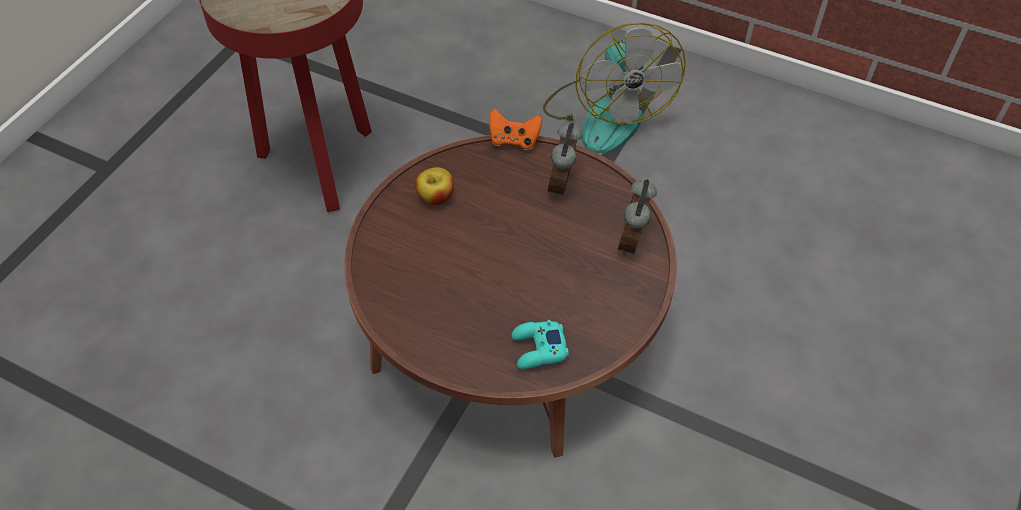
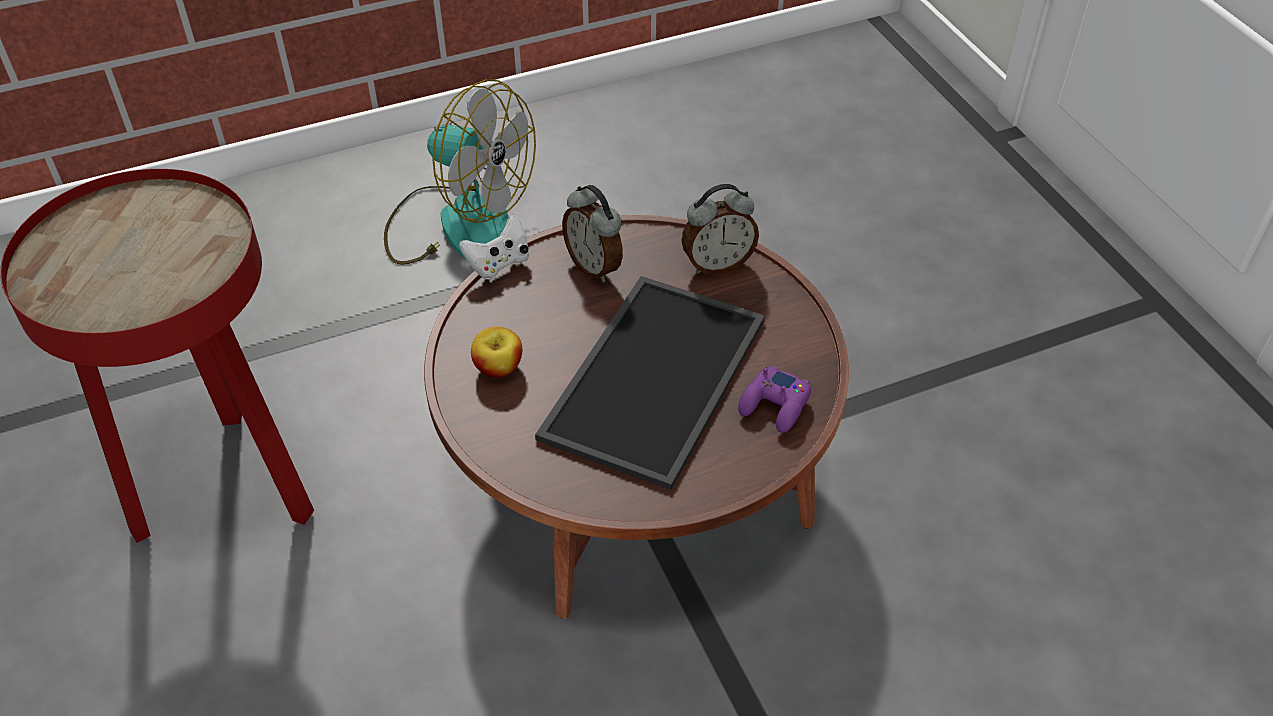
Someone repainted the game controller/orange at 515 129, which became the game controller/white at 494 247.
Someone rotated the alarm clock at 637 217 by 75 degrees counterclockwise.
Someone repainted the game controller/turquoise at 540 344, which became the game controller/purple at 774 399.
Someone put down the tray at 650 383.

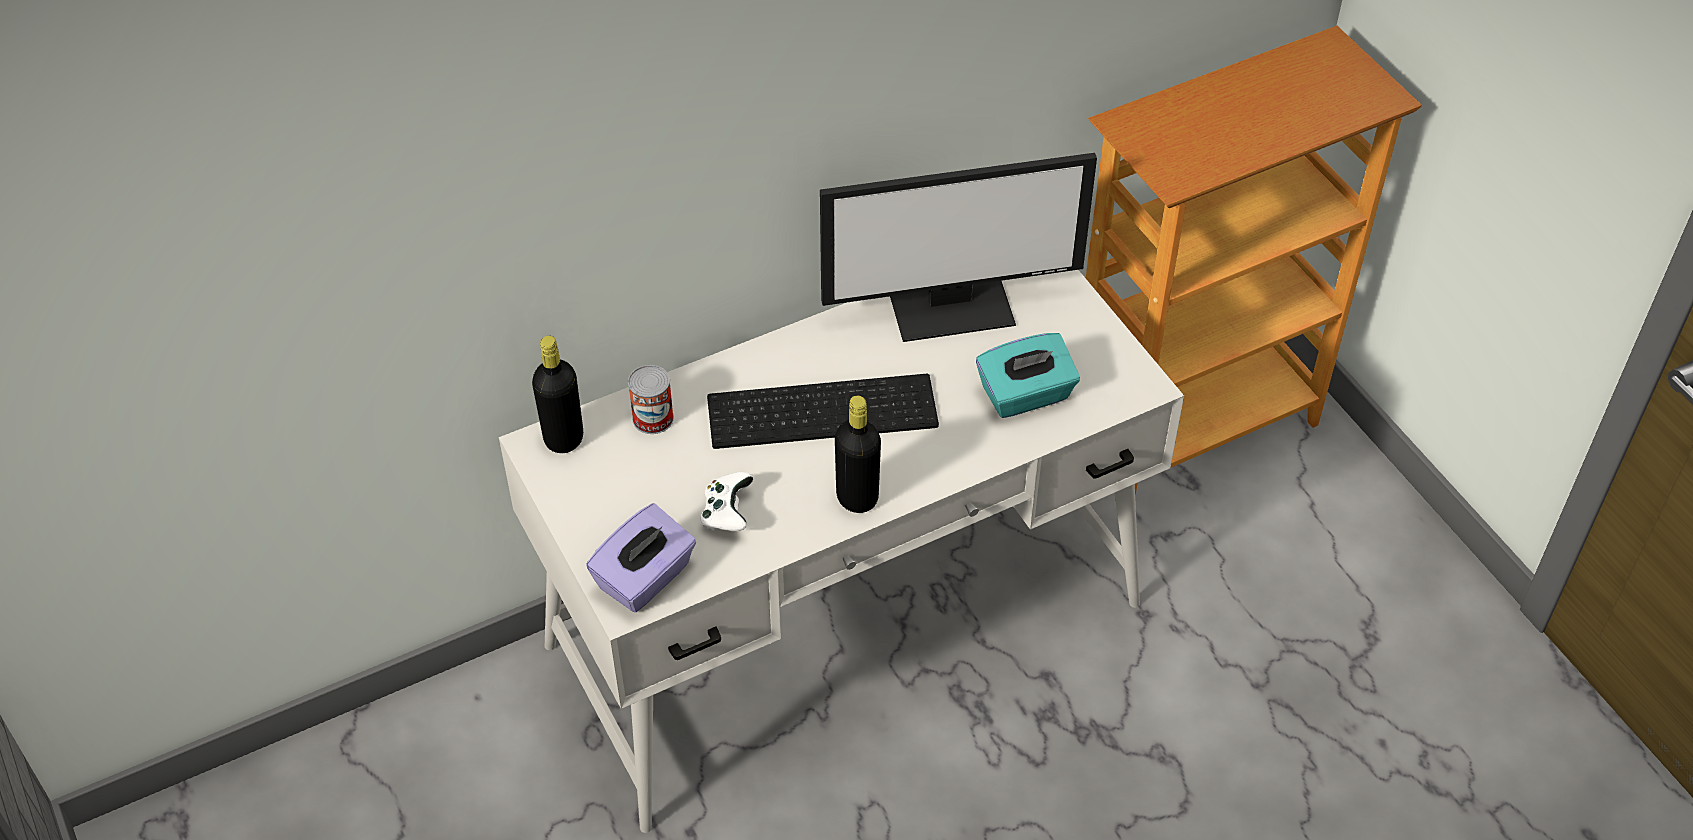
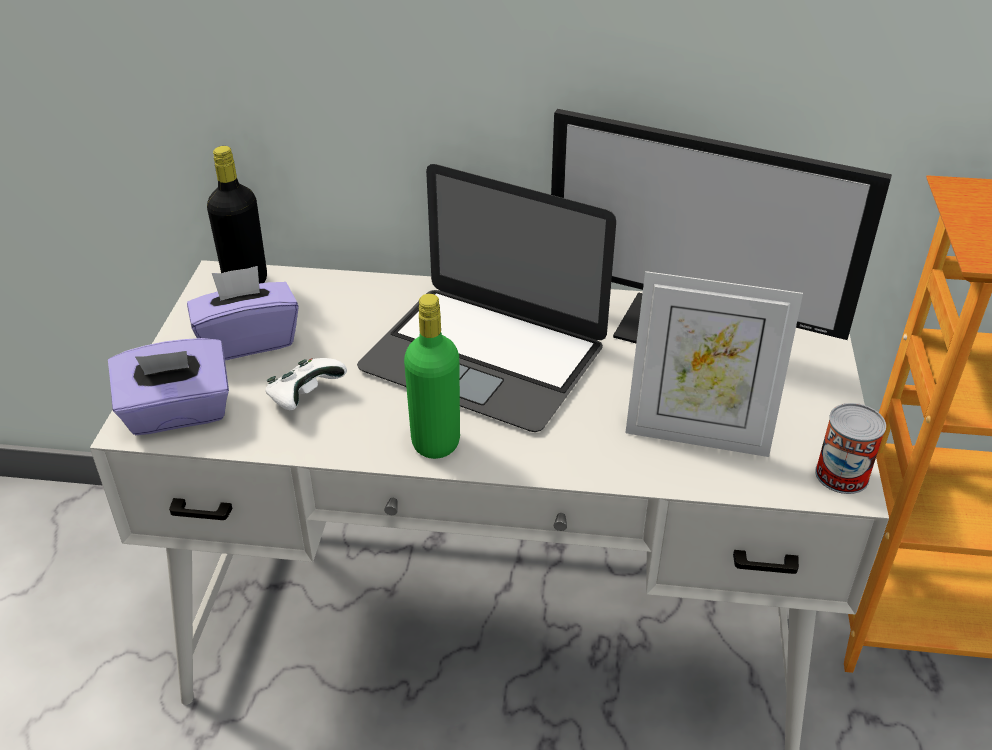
Someone swapped the tissue box/turquoise at 1028 375 for the picture frame at 714 364.
Someone carried the can from 651 399 to 850 448.
Someone swapped the keyboard at 823 411 for the laptop at 486 298.
Someone repainted the bottle/black at 858 454, which became the bottle/green at 432 376.
Someone put down the tissue box/purple at 243 313.

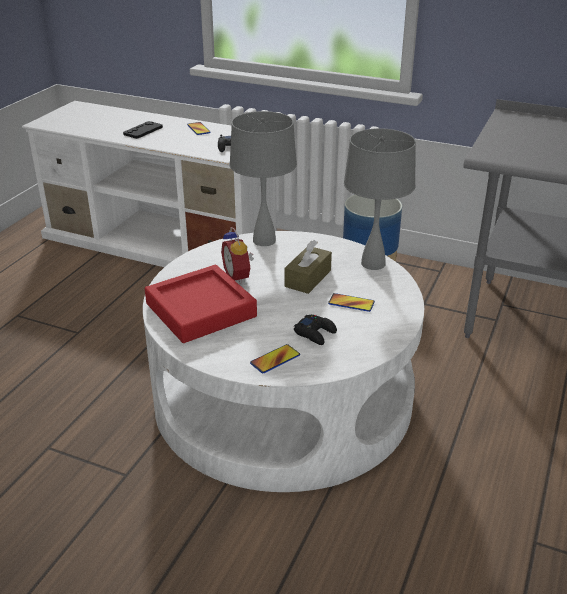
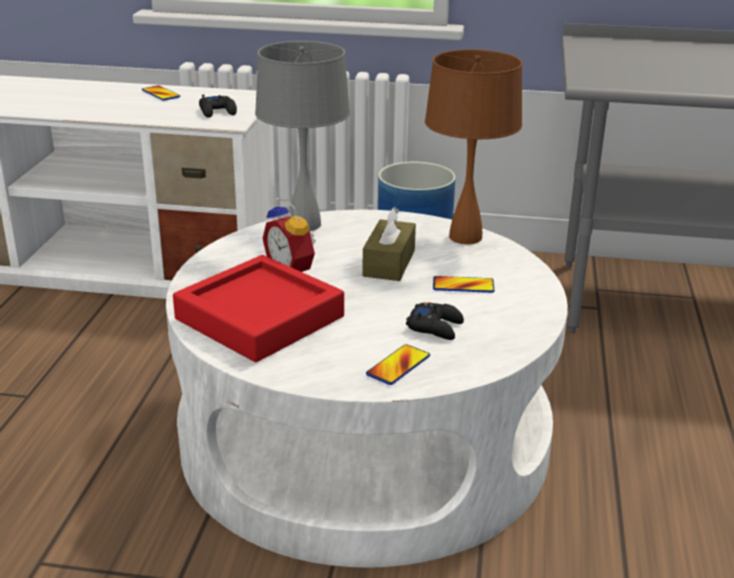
Someone took away the game controller/black at 143 130.
Someone repainted the table lamp/grey at 380 199, which became the table lamp/brown at 473 146.

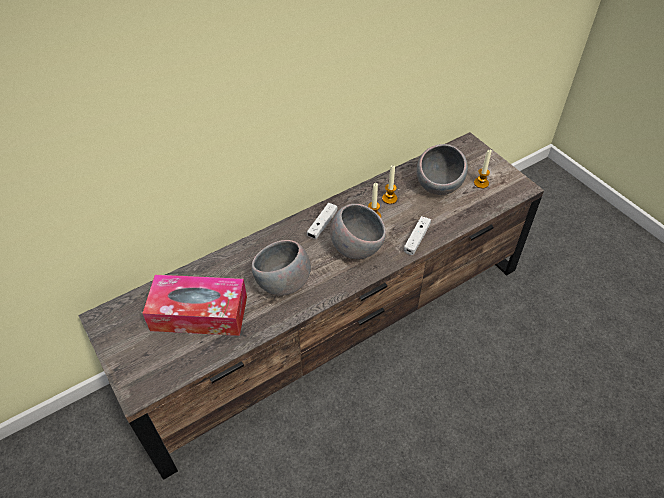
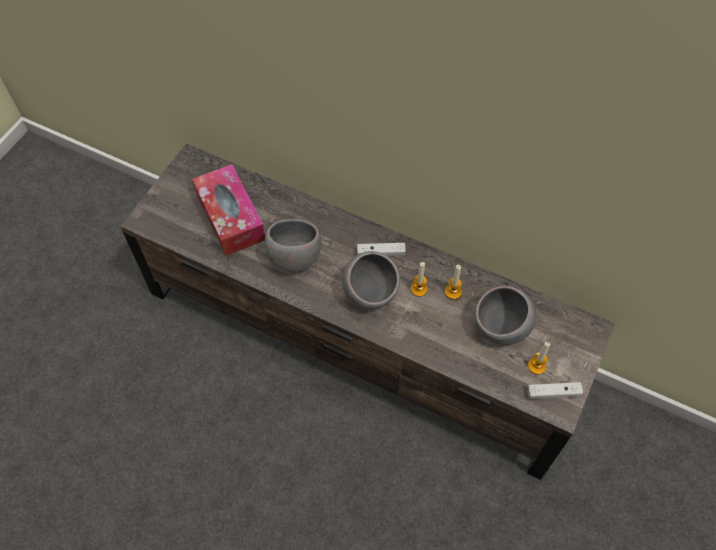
Someone carried the game controller/white from 417 235 to 555 390.

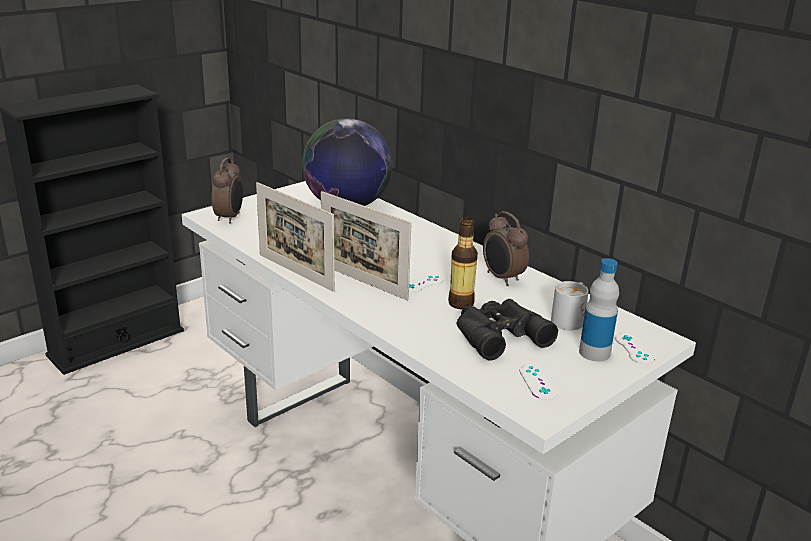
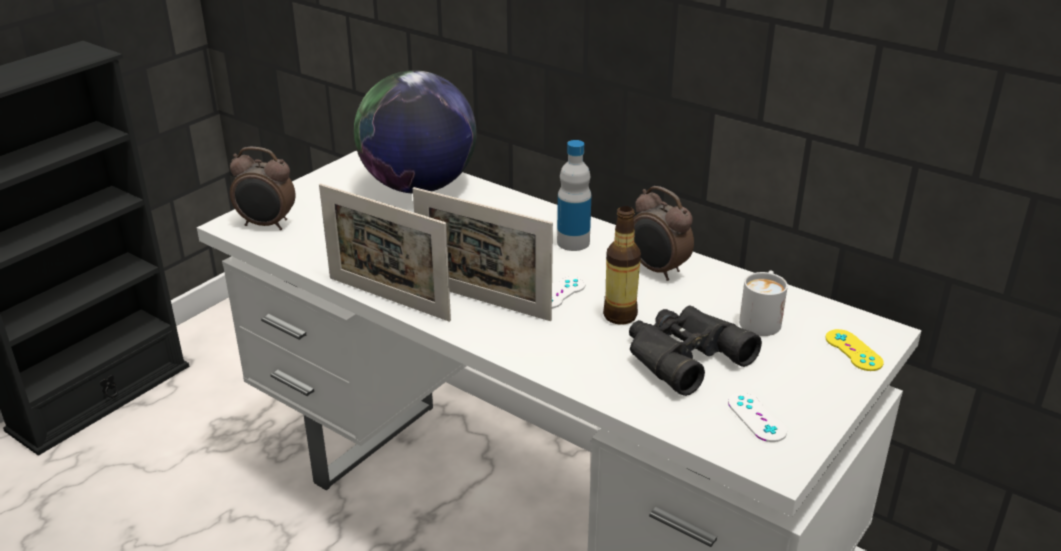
Someone rotated the alarm clock at 227 191 by 105 degrees clockwise.
Someone carried the bottle from 599 310 to 574 195.
Someone repainted the game controller/white at 635 348, which became the game controller/yellow at 855 350.

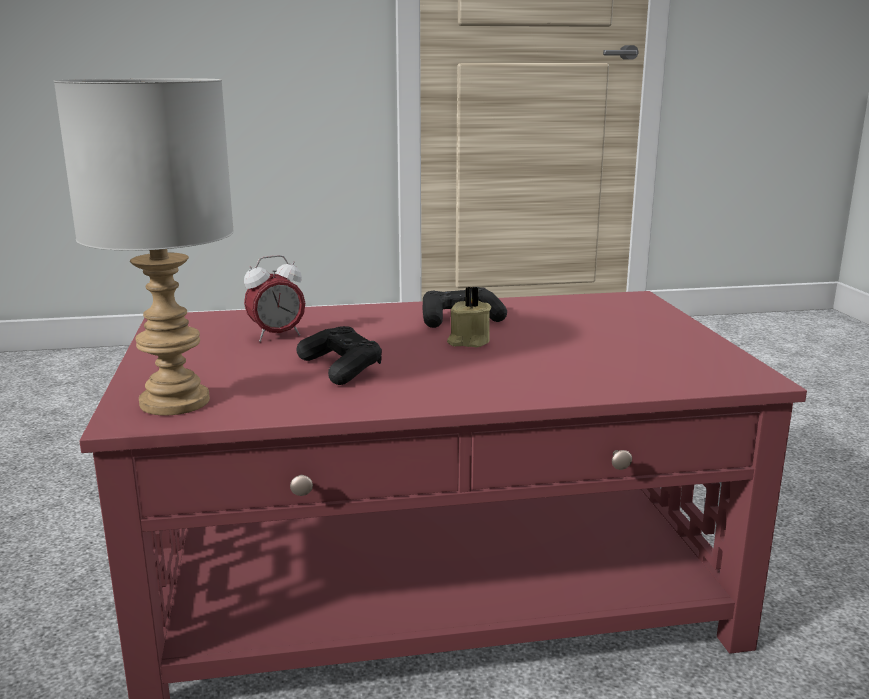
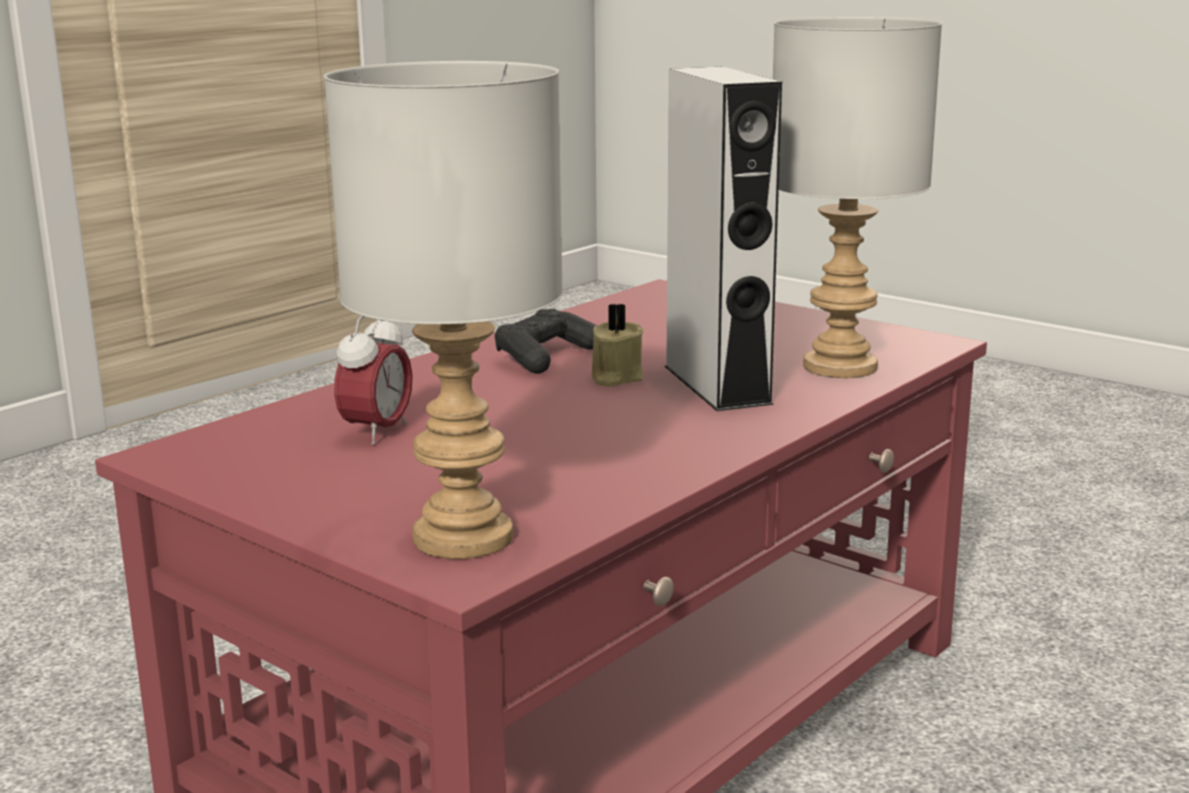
Someone took away the game controller/black at 339 355.
Someone put down the table lamp/grey at 857 197.
Someone put down the speaker/grey at 723 239.

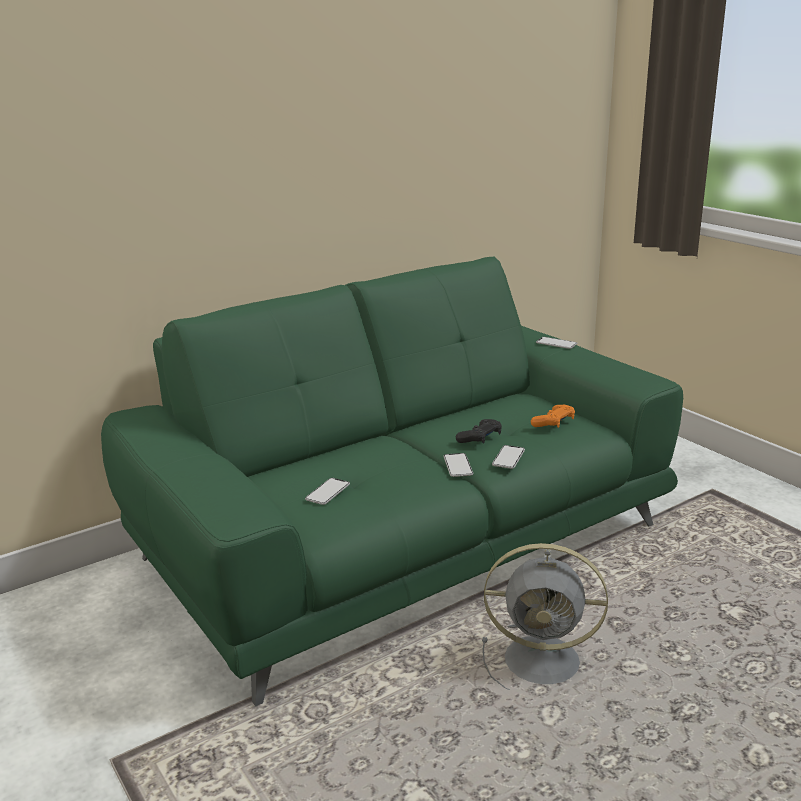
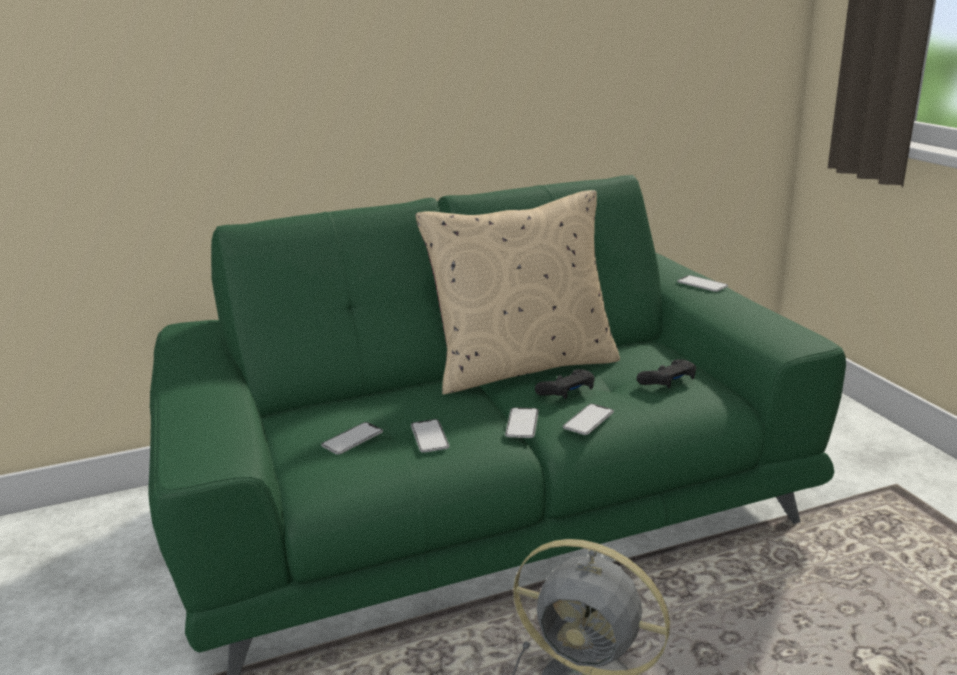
Someone repainted the game controller/orange at 553 416, which became the game controller/black at 666 373.
Someone put down the pillow/beige at 518 292.
Someone put down the phone at 430 436.

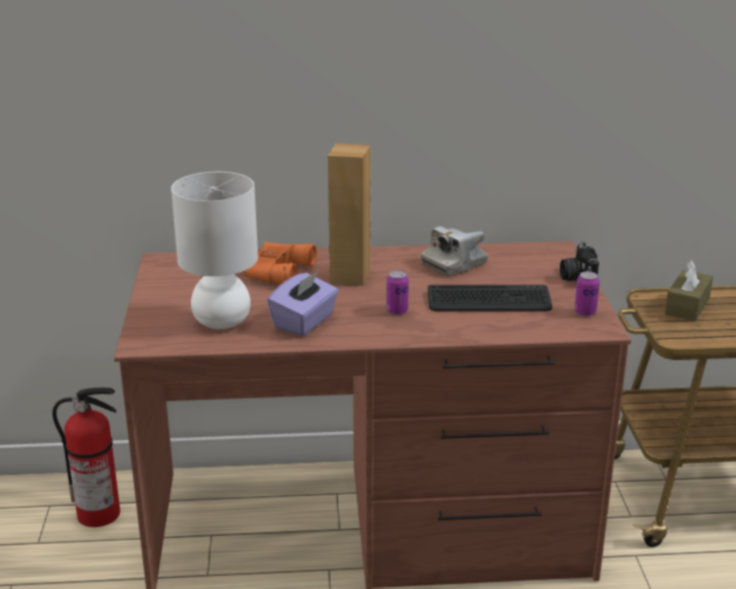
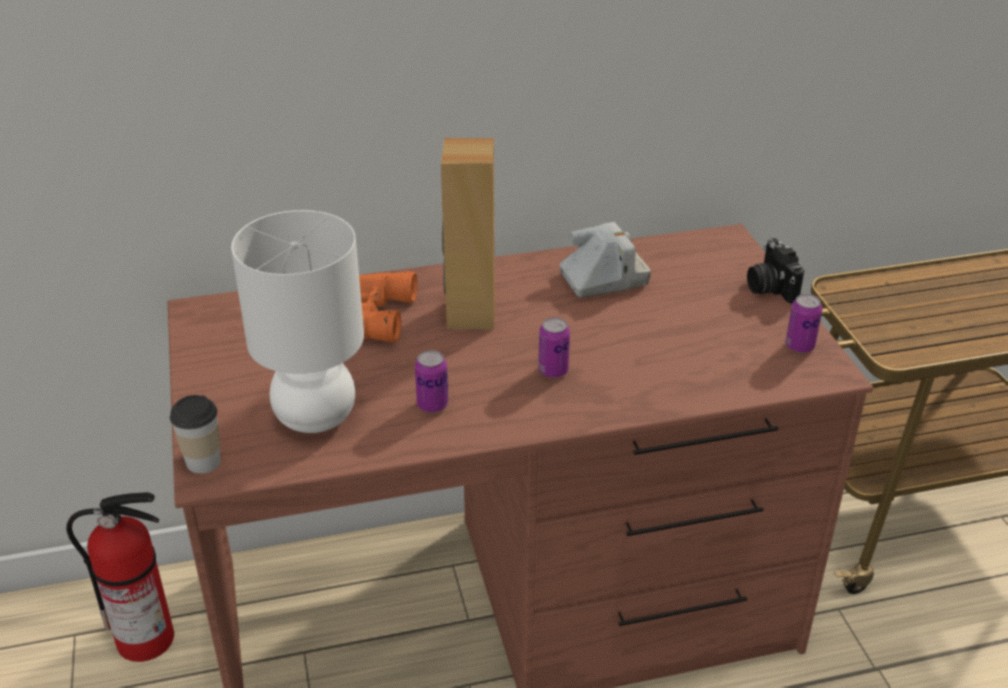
Someone rotated the photo camera at 454 251 by 150 degrees counterclockwise.
Someone took away the tissue box/brown at 689 290.
Someone swapped the tissue box/purple at 303 303 for the can at 431 381.
Someone took away the keyboard at 490 298.
Someone put down the cup at 195 434.

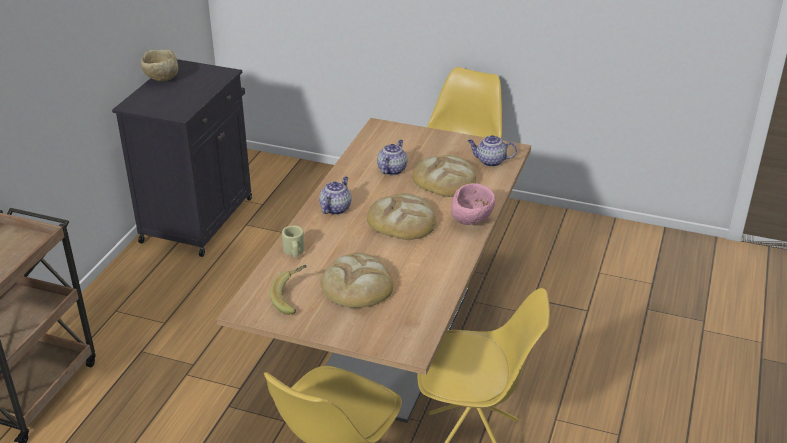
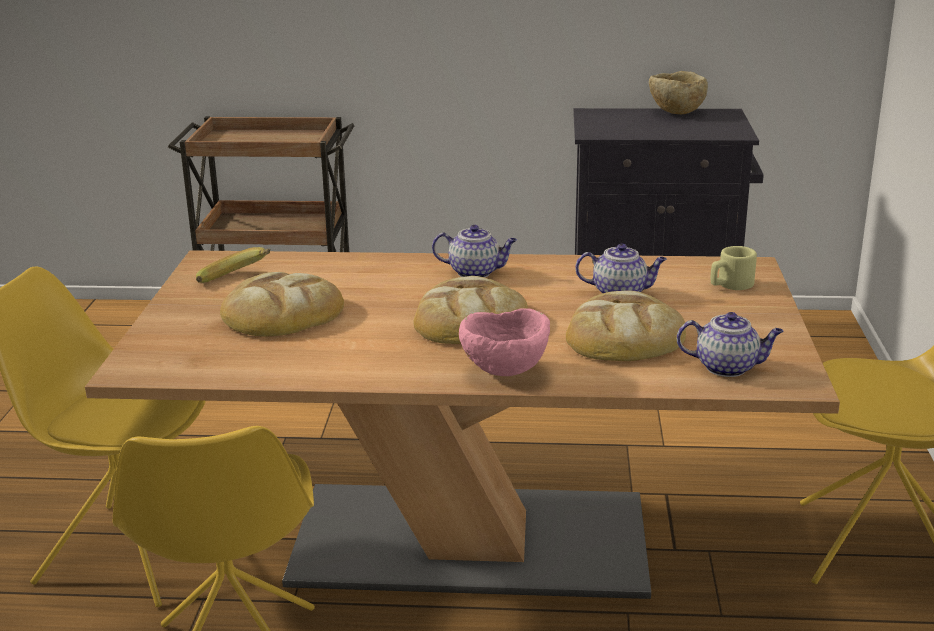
Someone rotated the teapot at 492 151 by 105 degrees clockwise.
Someone carried the mug/beige from 293 241 to 734 268.

